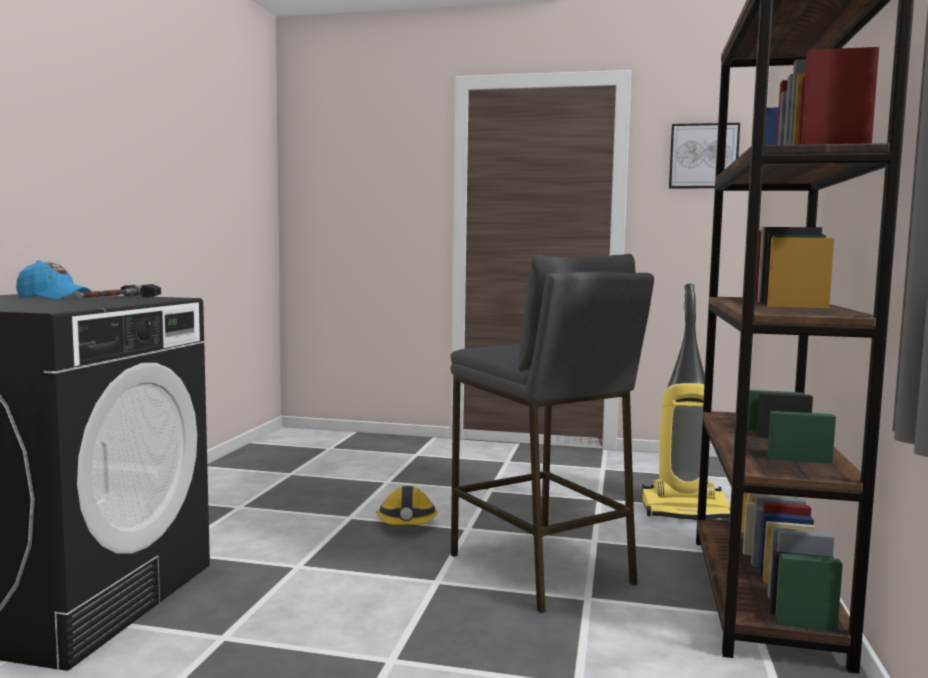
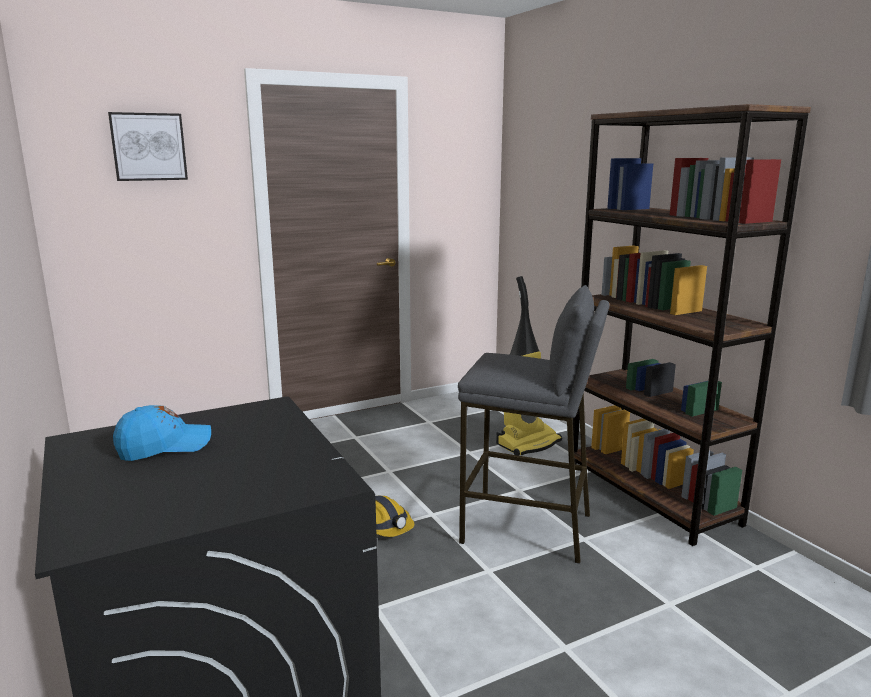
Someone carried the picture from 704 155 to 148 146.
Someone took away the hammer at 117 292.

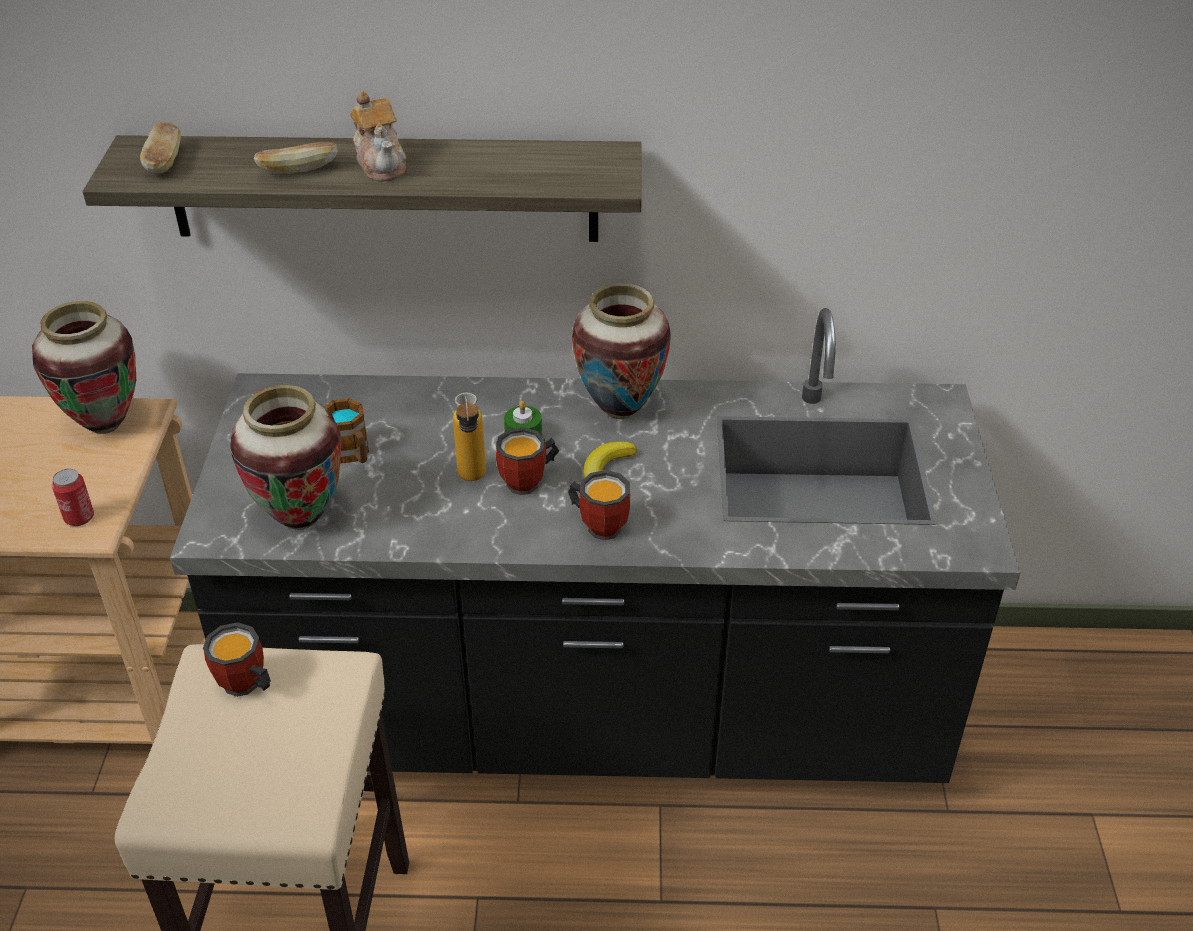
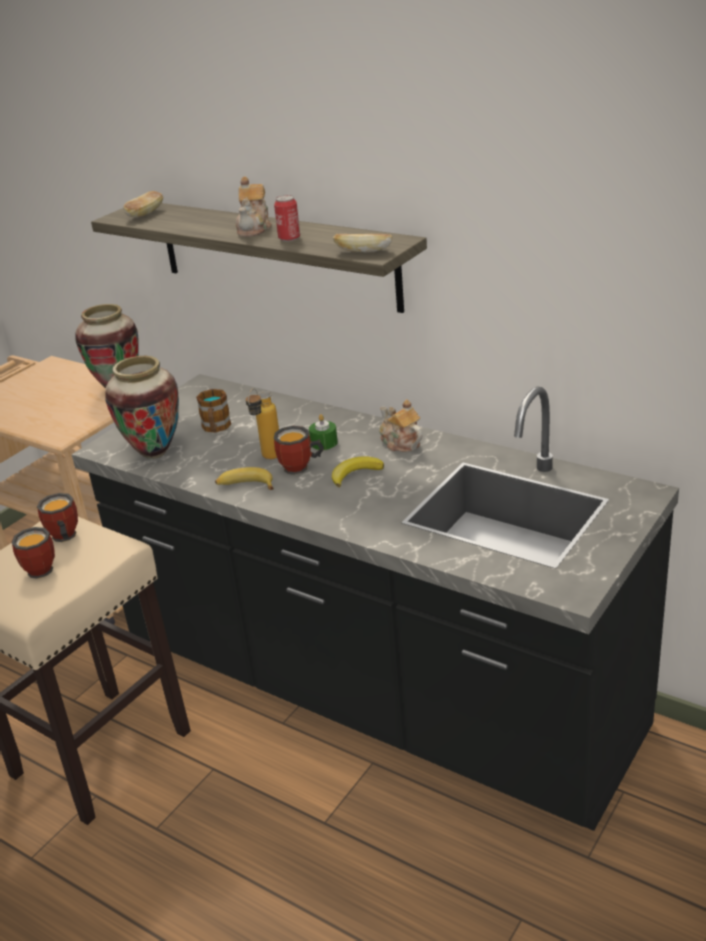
Someone carried the bread from 296 157 to 362 243.
Someone swapped the vase at 621 351 for the teapot at 401 425.
Someone carried the can from 73 497 to 287 218.
Someone carried the mug from 599 505 to 33 553.
Someone put down the banana at 244 478.

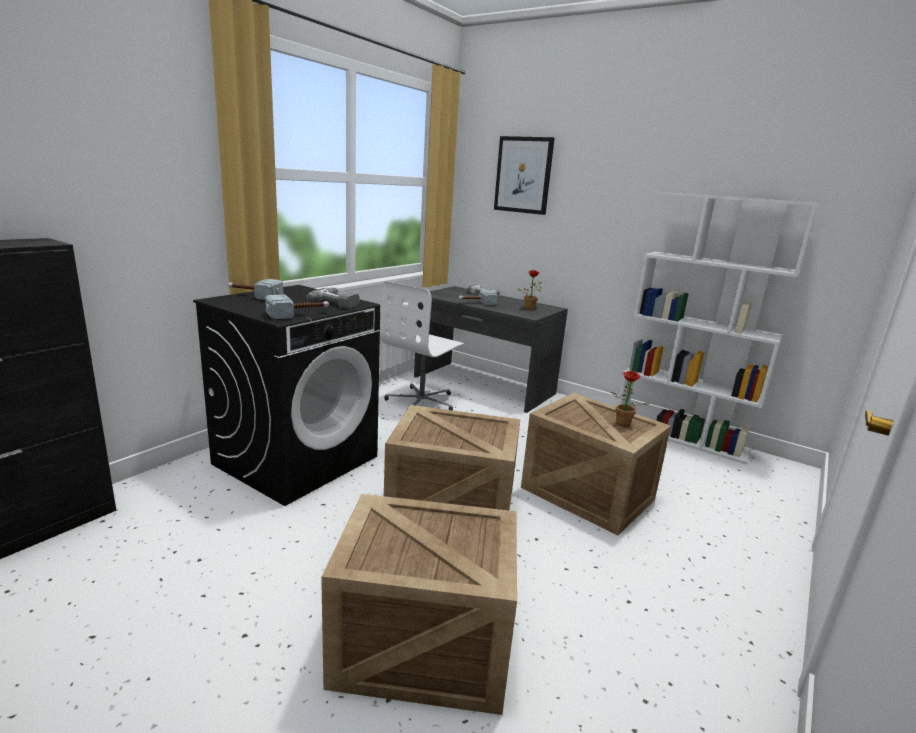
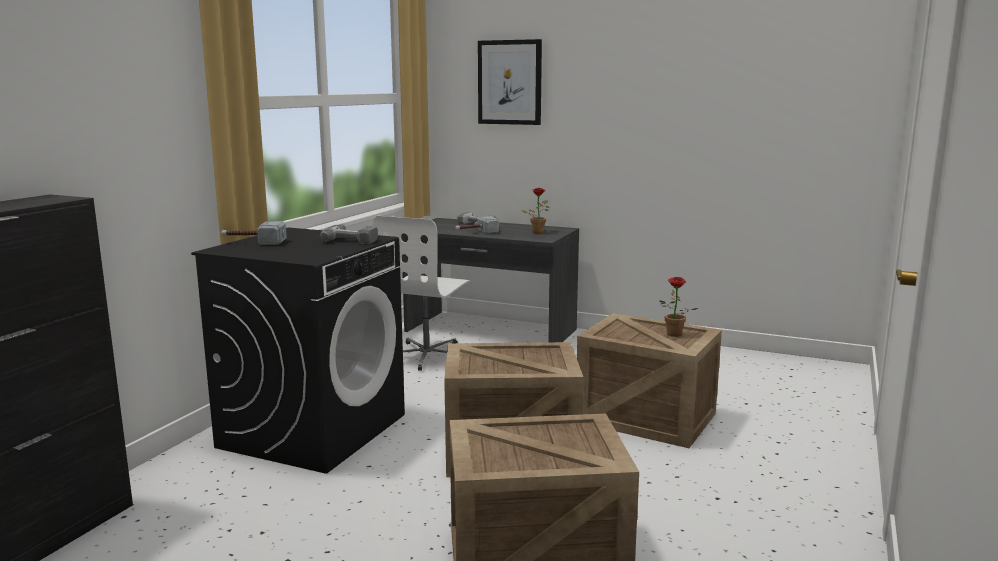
Someone took away the bookcase/white at 718 328.
Someone took away the hammer at 297 306.

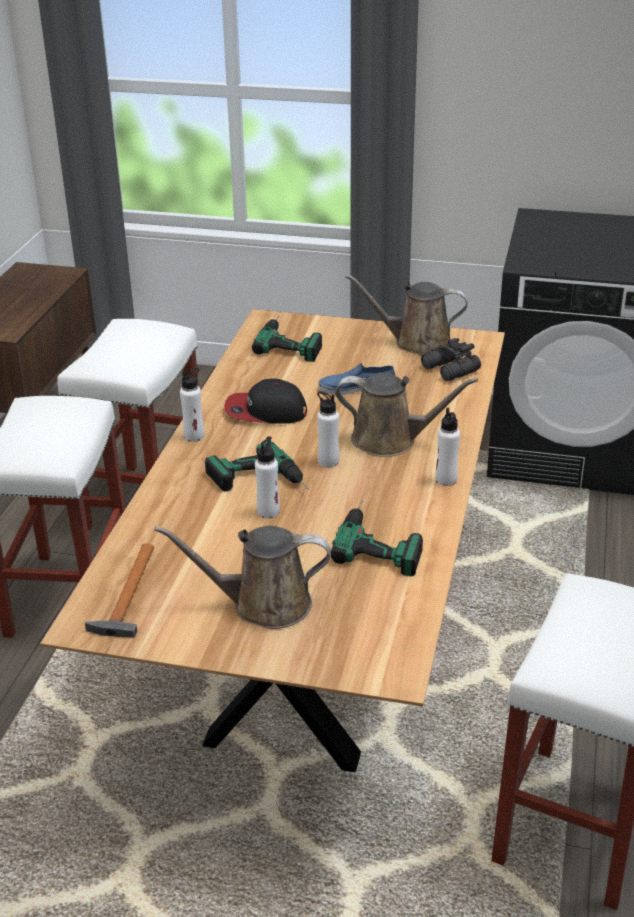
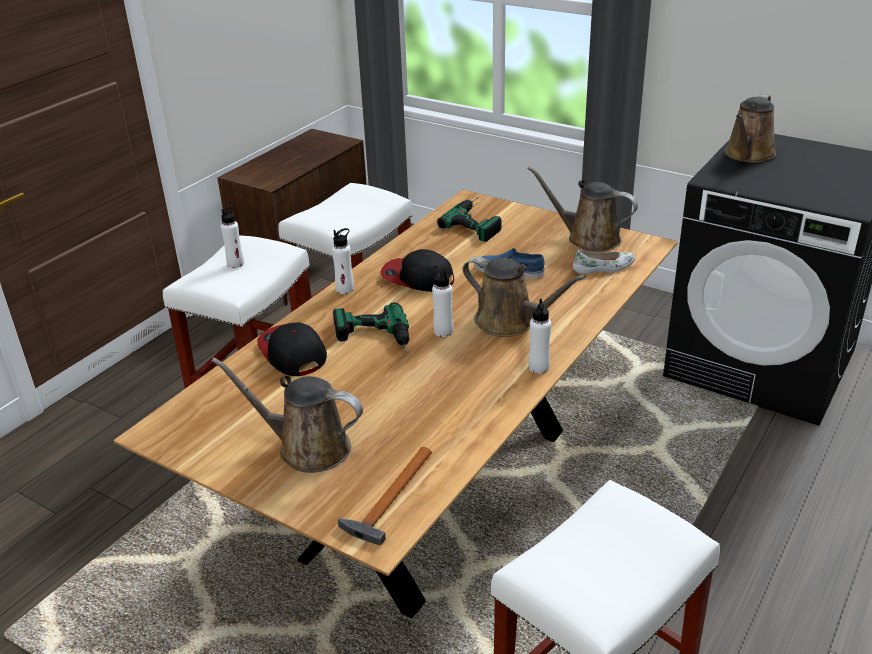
Someone swapped the binoculars/black at 451 359 for the shoe/white at 604 261.
Someone carried the bottle/white from 267 477 to 232 236.
Someone took away the power drill at 376 538.
Someone carried the hammer from 119 591 to 385 496.
Someone put down the watering can/brown at 750 128.
Someone put down the cap at 292 349.

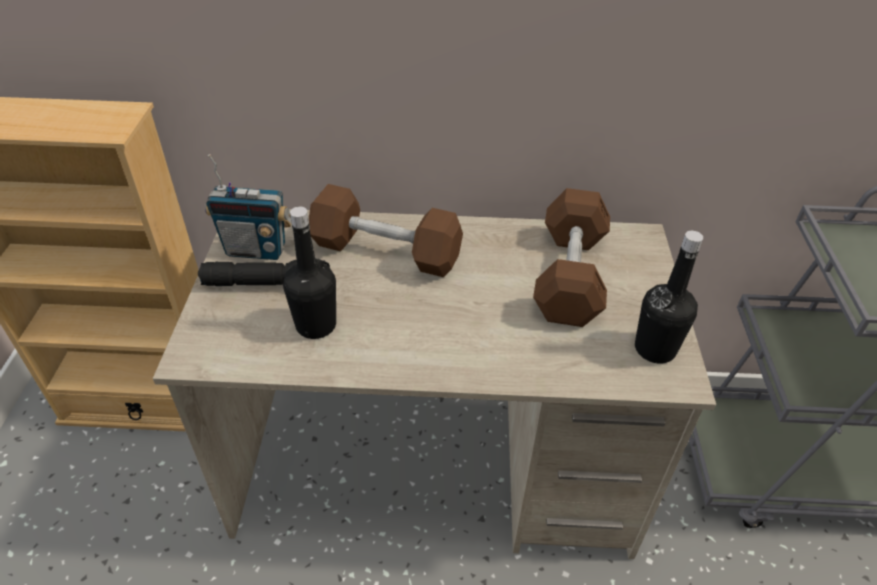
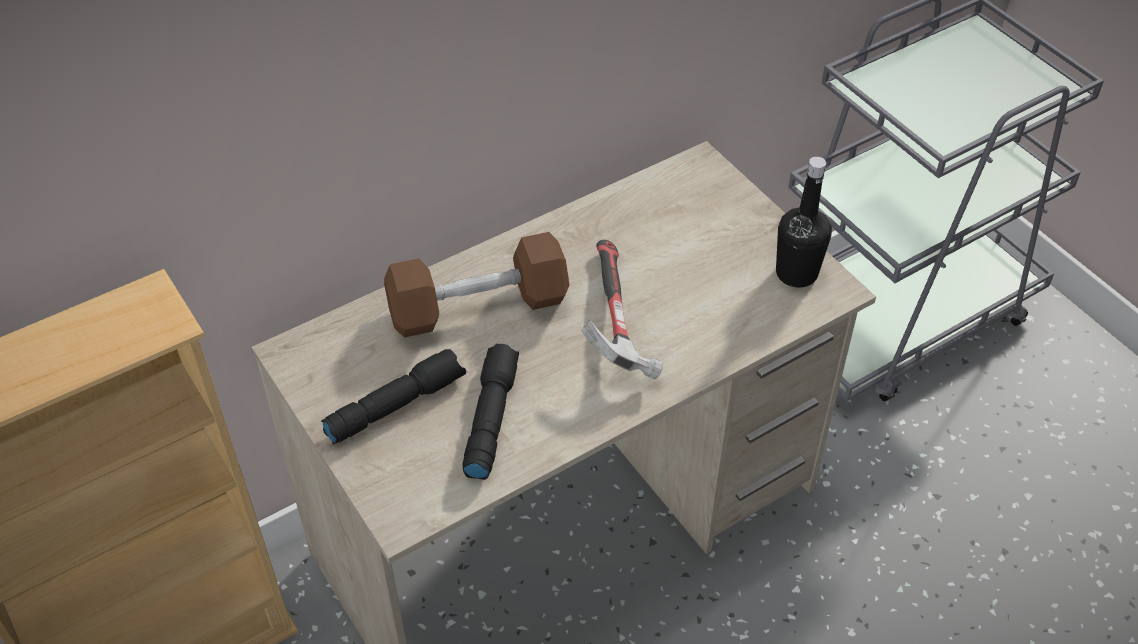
Someone took away the radio at 248 207.
Someone took away the dumbbell/brown at 571 257.
Someone swapped the bottle/black at 309 272 for the flashlight/black at 490 412.
Someone put down the hammer at 622 309.

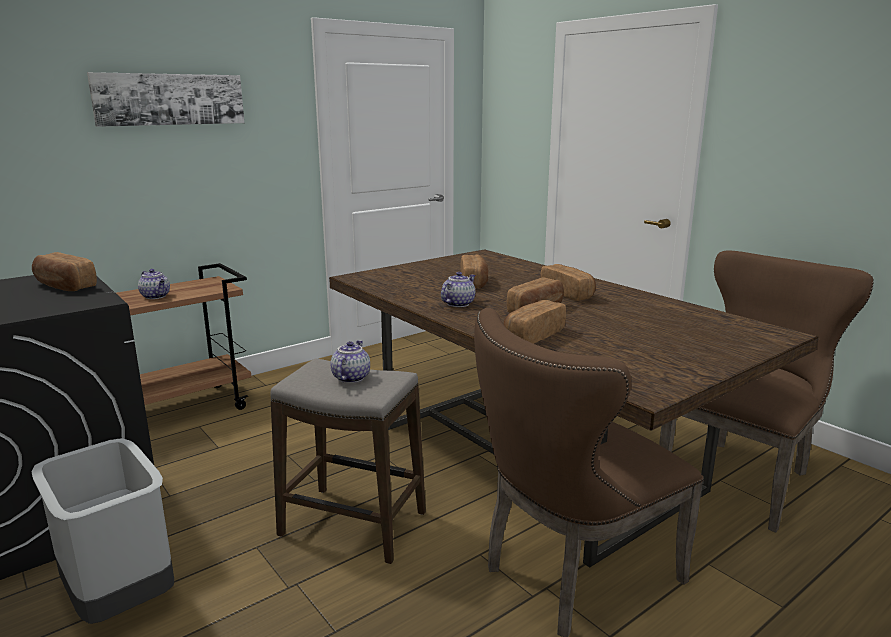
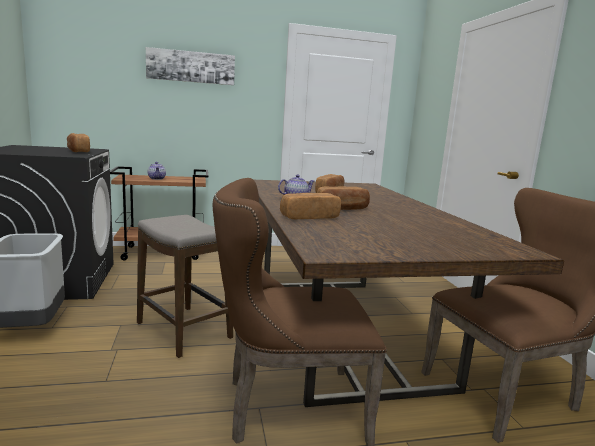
Someone took away the bread at 568 282.
Someone took away the teapot at 350 361.

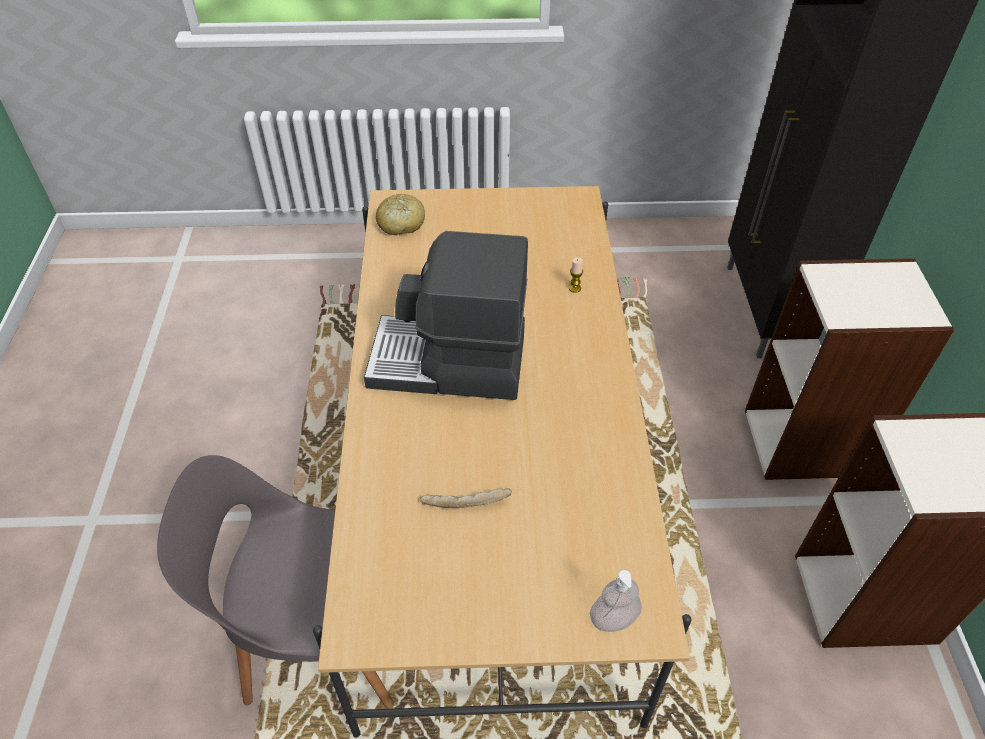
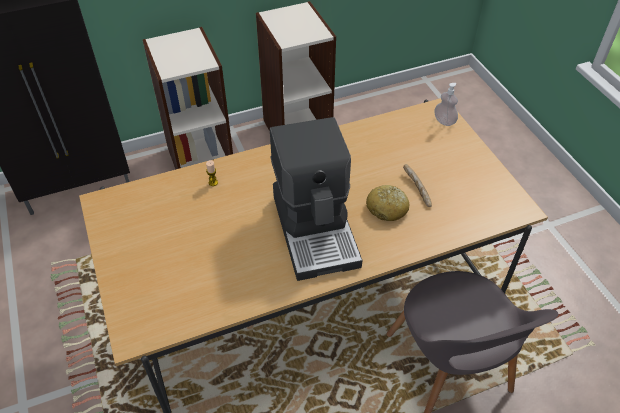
Someone carried the bread from 400 214 to 387 203.

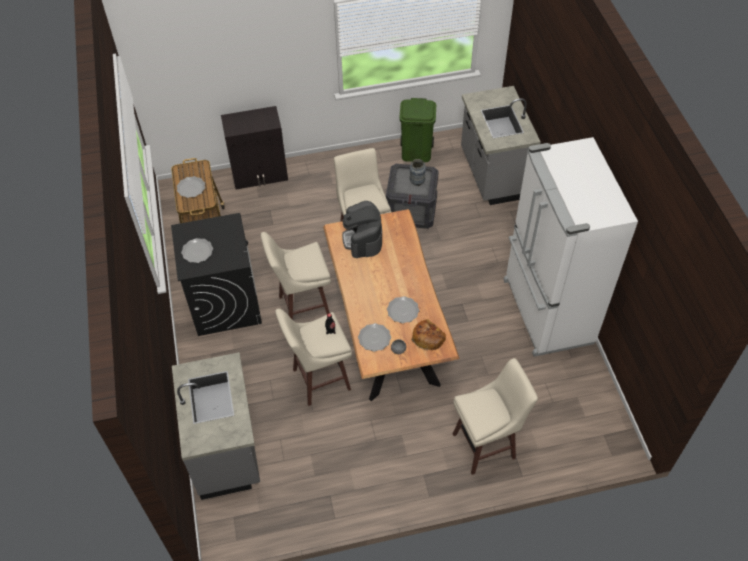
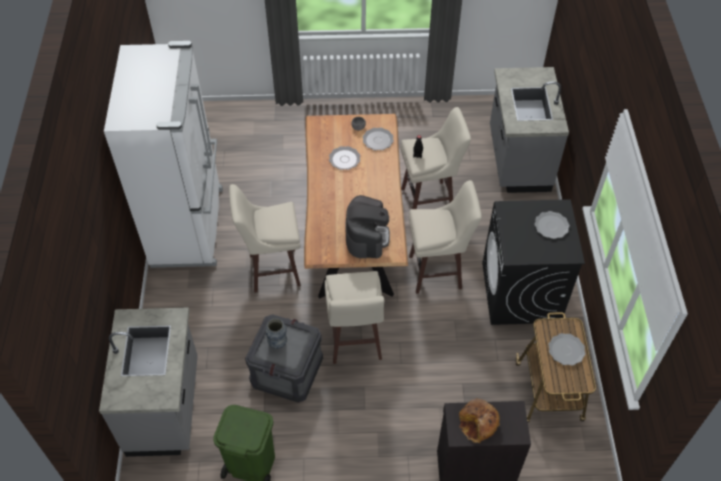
Someone carried the bread from 428 334 to 479 420.
Someone carried the stool/beige from 495 416 to 265 238.

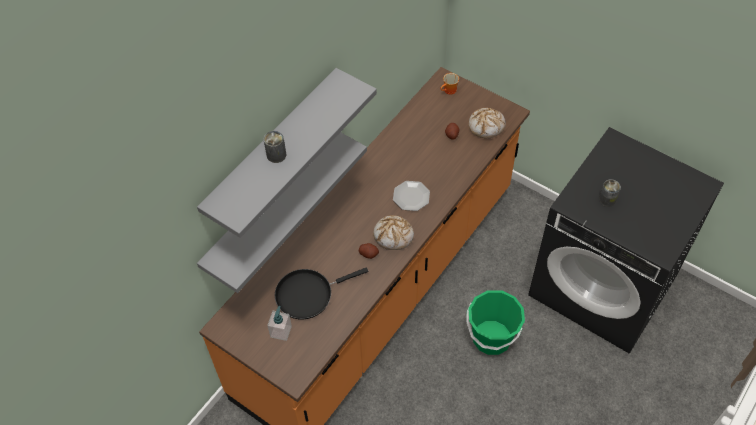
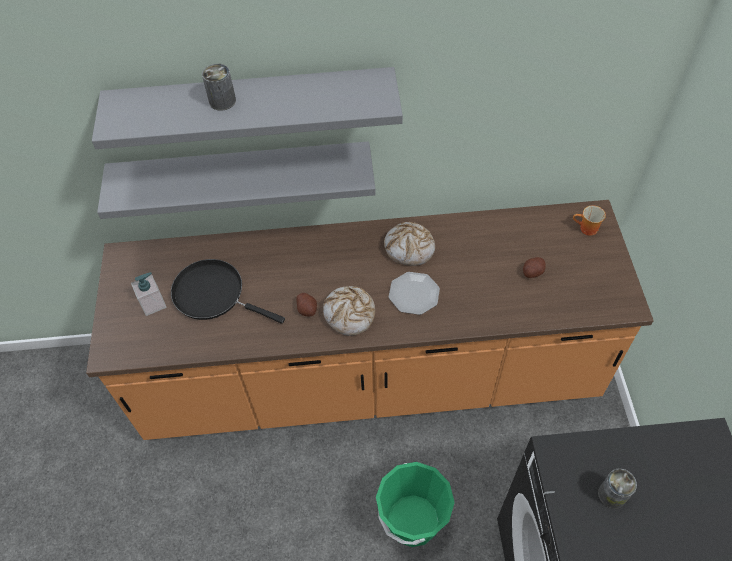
Someone carried the bread from 487 123 to 409 244.

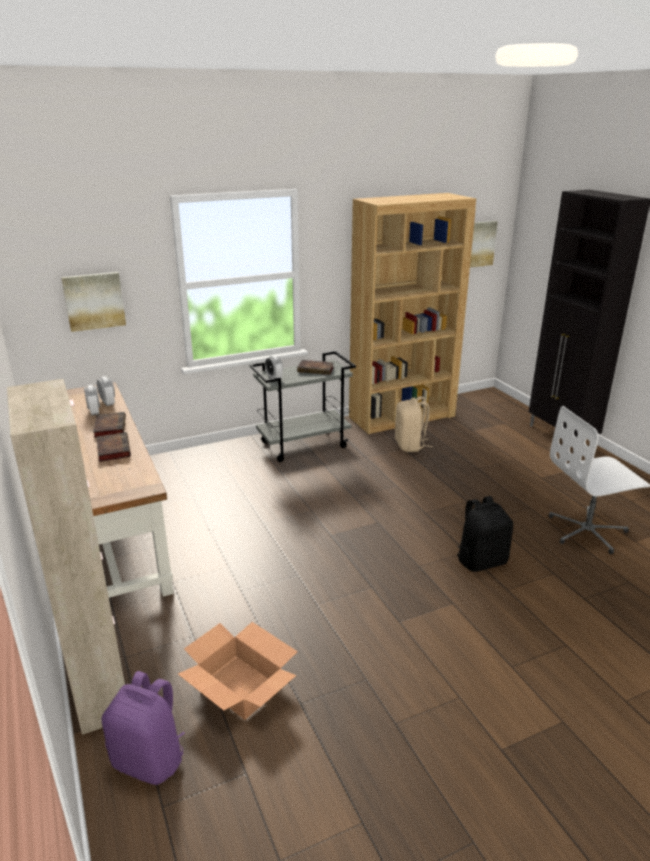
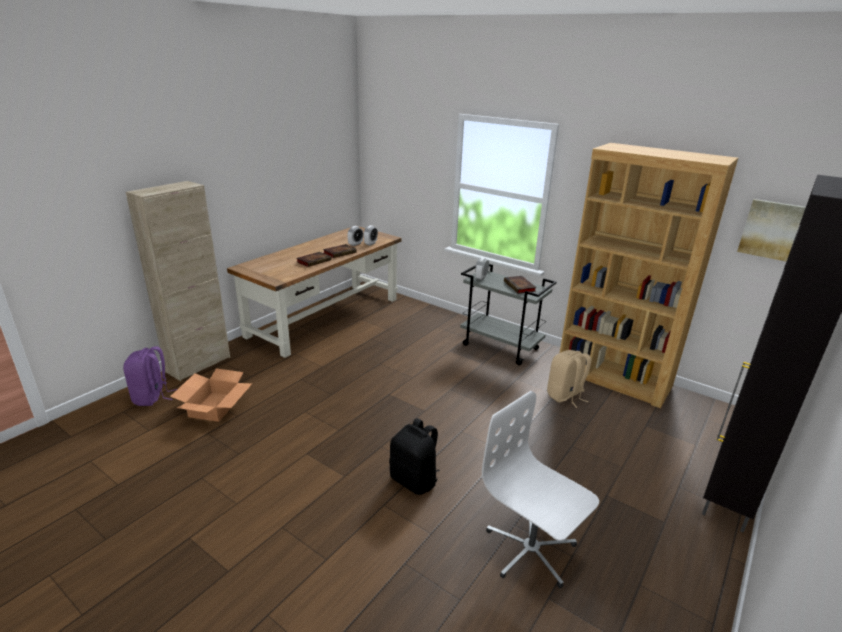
Someone took away the picture at 93 302.

